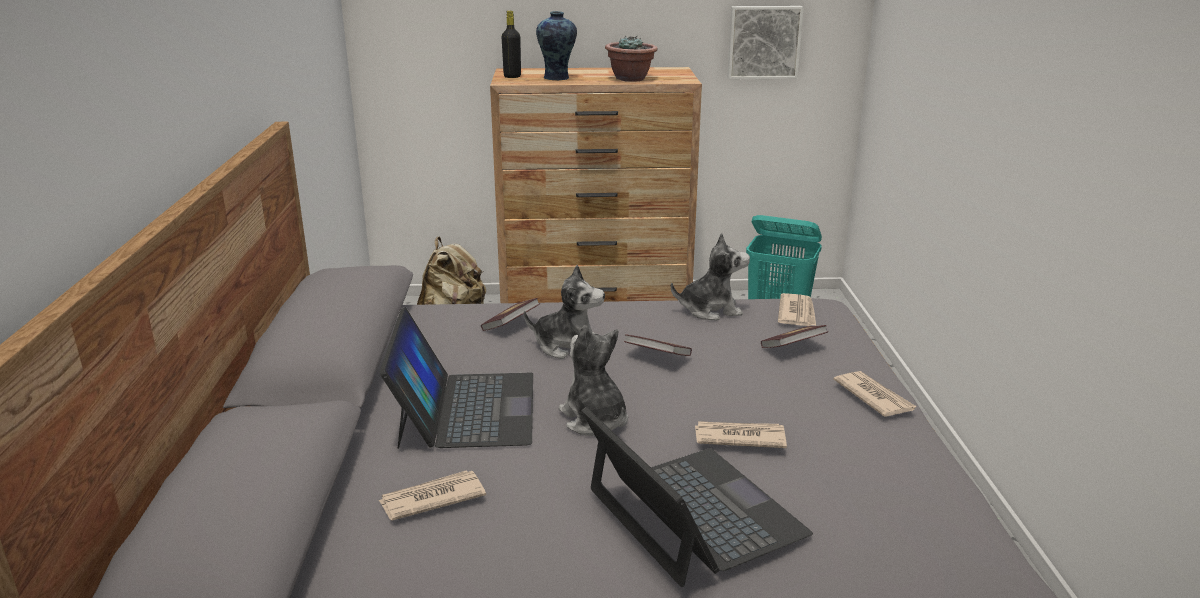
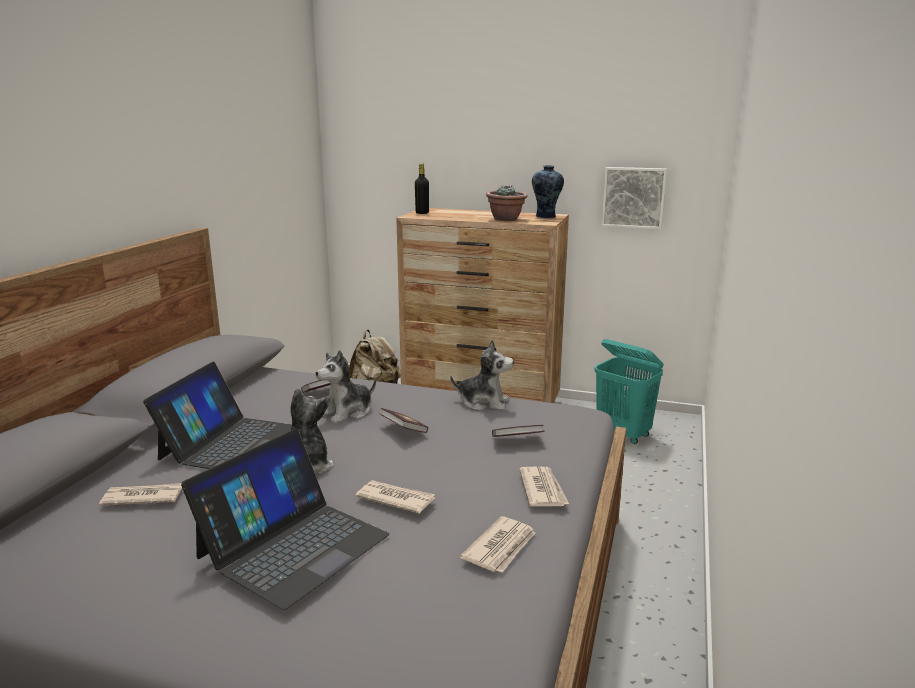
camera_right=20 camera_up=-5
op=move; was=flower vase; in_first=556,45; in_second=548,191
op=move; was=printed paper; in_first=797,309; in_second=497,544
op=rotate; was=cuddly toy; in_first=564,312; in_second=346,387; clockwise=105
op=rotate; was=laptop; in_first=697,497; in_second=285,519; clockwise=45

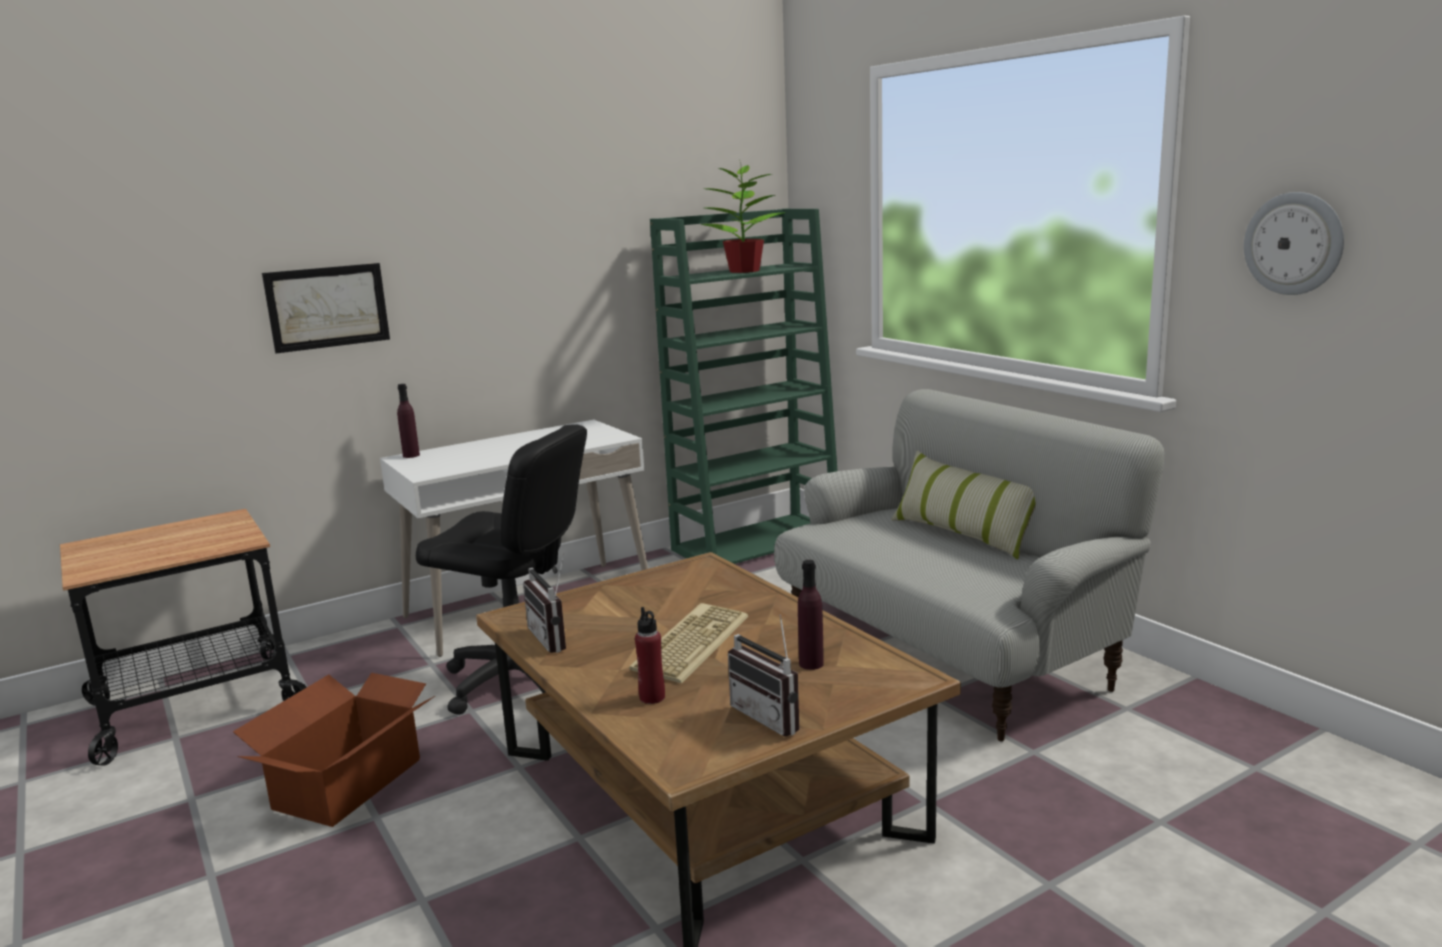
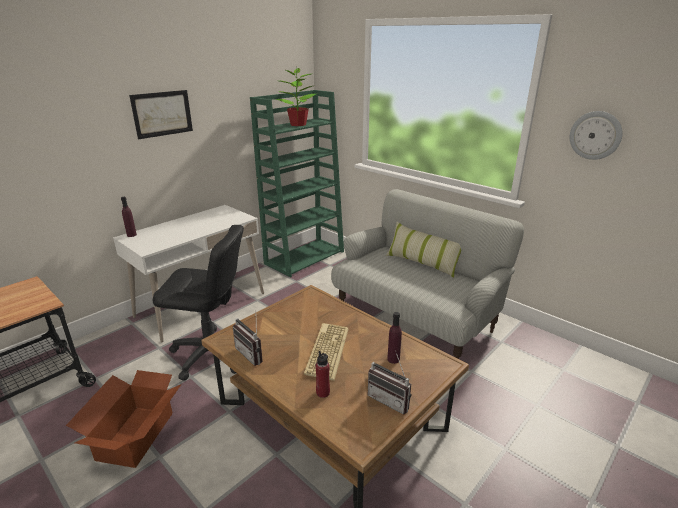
camera_right=-15 camera_up=10
op=move; was=wall picture; in_first=326,308; in_second=161,114

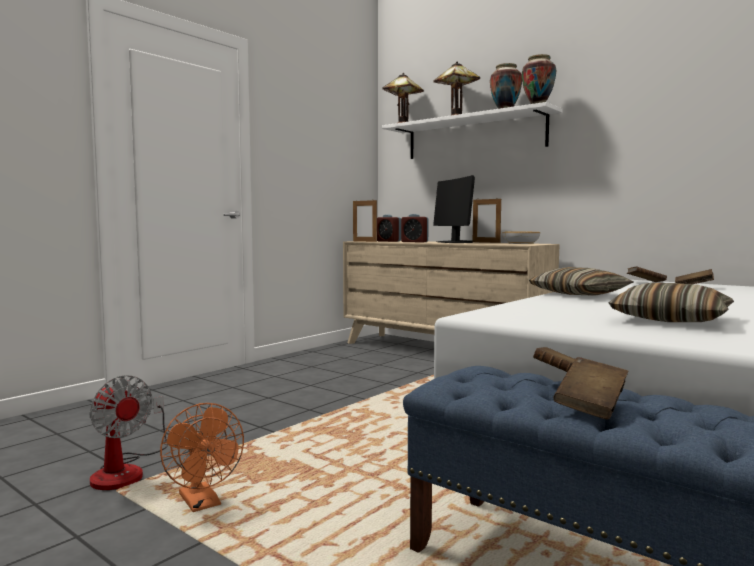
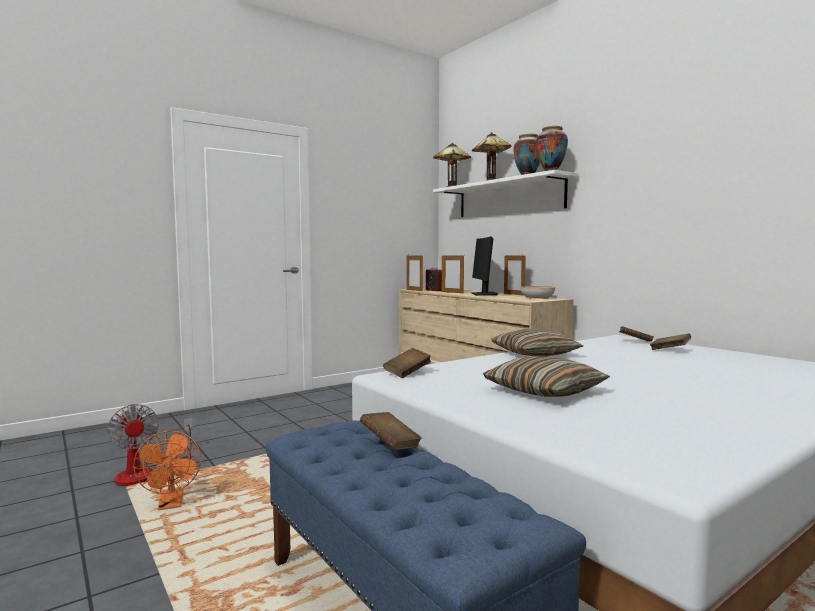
camera_right=15 camera_up=0
op=move; was=volume (brown); in_first=591,388; in_second=407,363
op=replace; was=bedside clock; now=standing frame; in_first=415,228; in_second=453,274

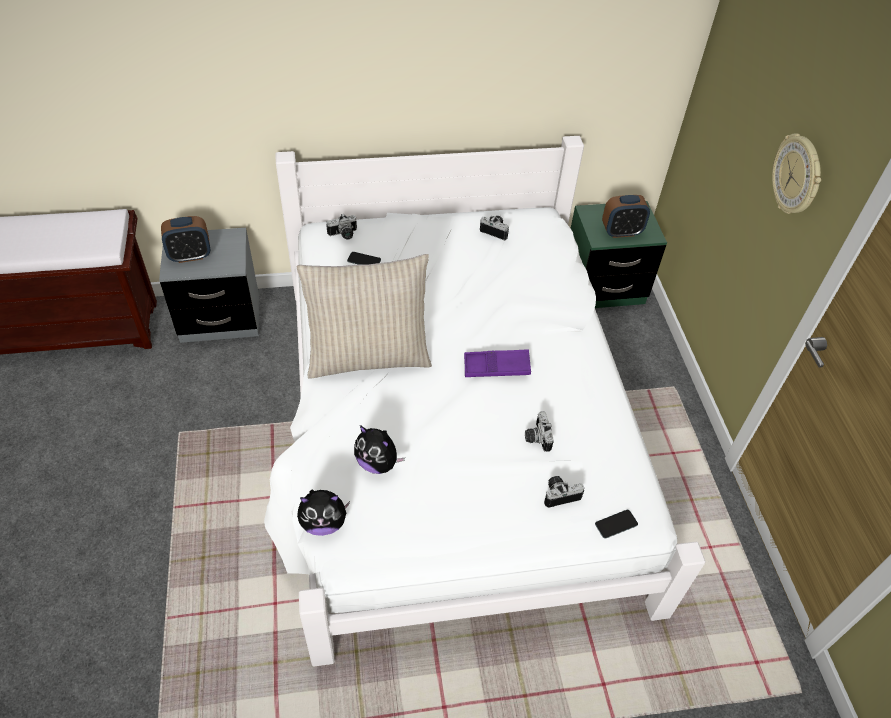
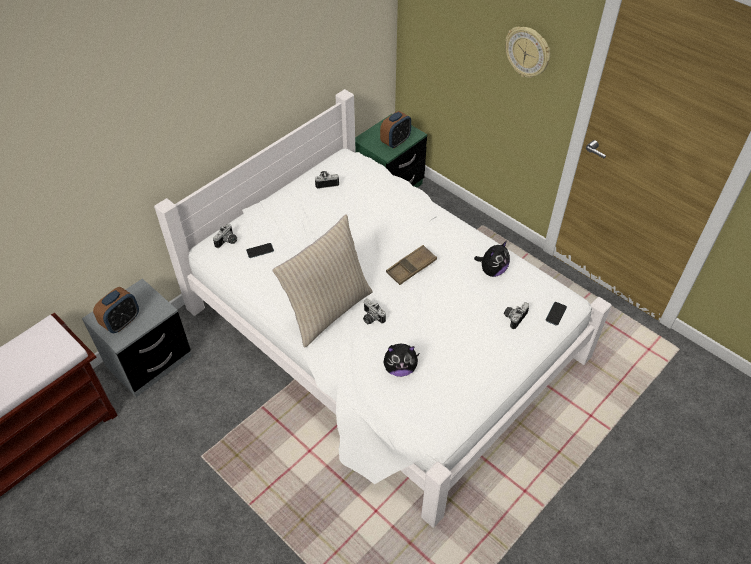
camera_right=-35 camera_up=0
op=move; was=cuddly toy; in_first=323,512; in_second=492,259
op=move; was=still camera; in_first=539,431; in_second=374,311
op=recolor; was=tray (purple-coloured); now=tray (brown); in_first=497,363; in_second=411,265

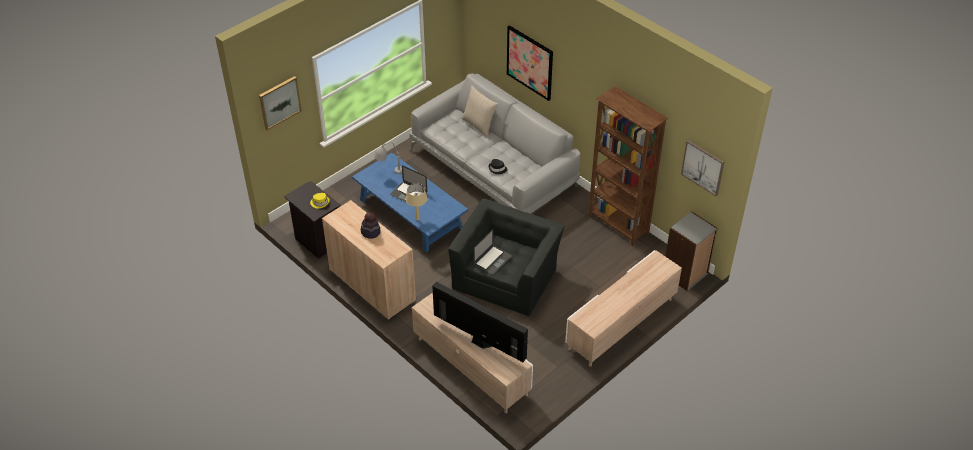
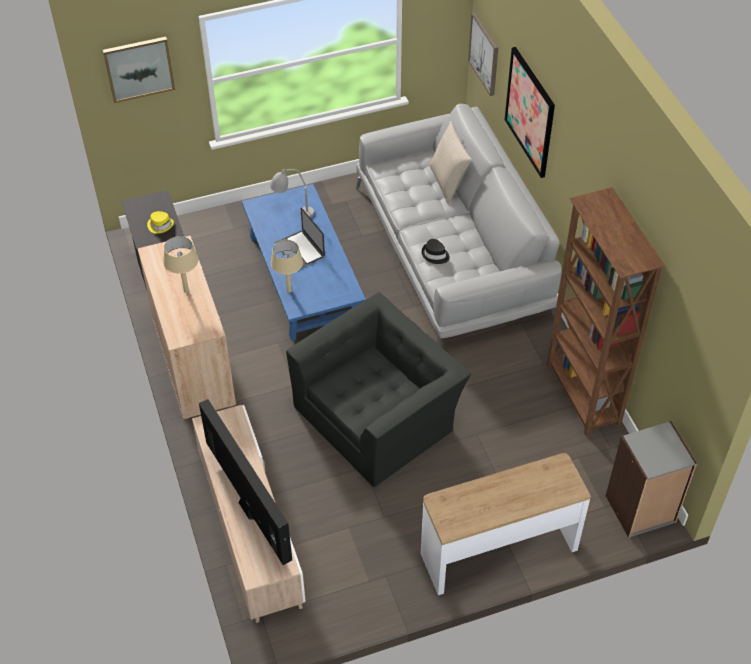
camera_right=25 camera_up=5
op=delete; was=laptop; in_first=492,252
op=move; was=wall picture; in_first=702,168; in_second=483,54
op=replace; was=clothing hat; now=table lamp (beige); in_first=371,225; in_second=180,264
op=replace; was=media console (beige); now=narrow table; in_first=623,308; in_second=506,524

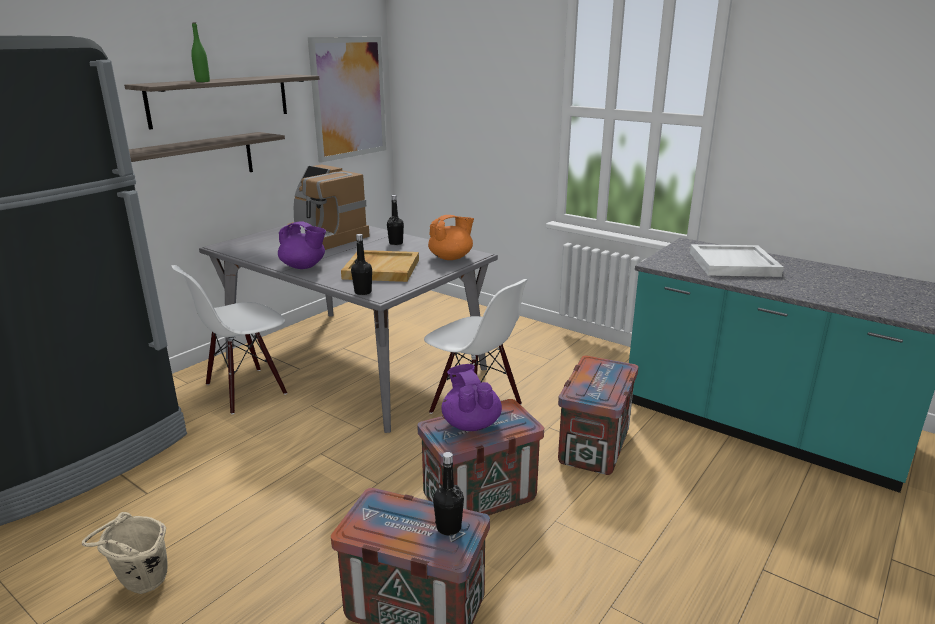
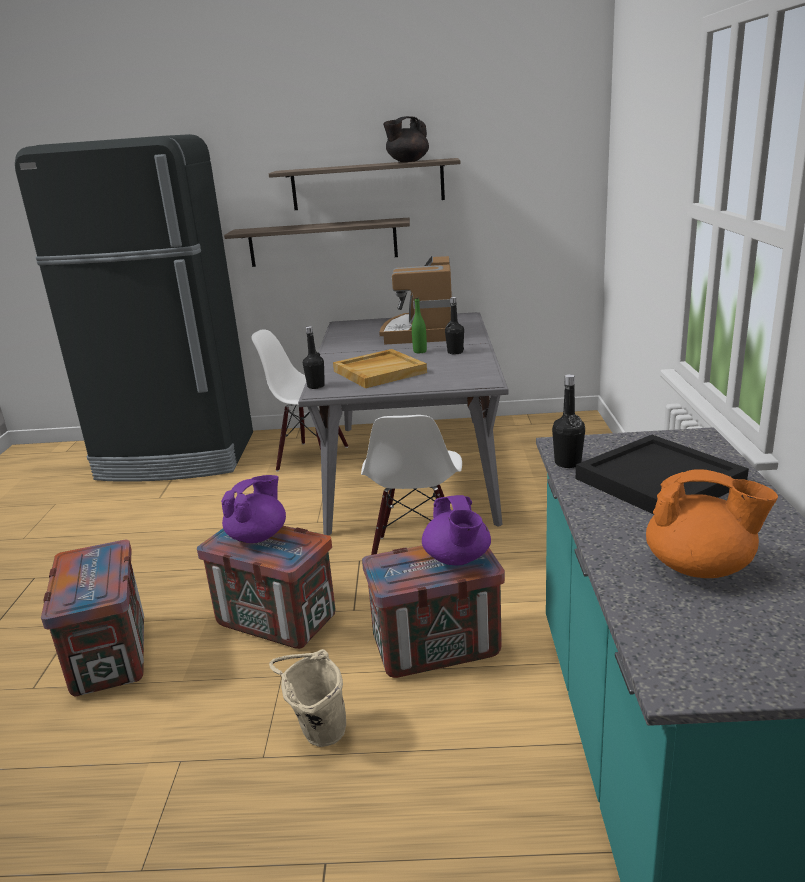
camera_right=55 camera_up=0
op=delete; was=wall picture; in_first=347,99
op=insert; now=tea pot (black); in_second=406,139
op=move; was=pail (beige); in_first=125,553; in_second=307,698
op=move; was=bottle (green-coloured); in_first=200,52; in_second=419,325
op=move; was=tea pot (purple-coloured); in_first=302,245; in_second=456,530
op=move; was=tea pot (orangey); in_first=451,237; in_second=712,523
op=move; was=bottle (black); in_first=448,494; in_second=568,421
op=recolor; was=tray (white); now=tray (black); in_first=737,260; in_second=662,474

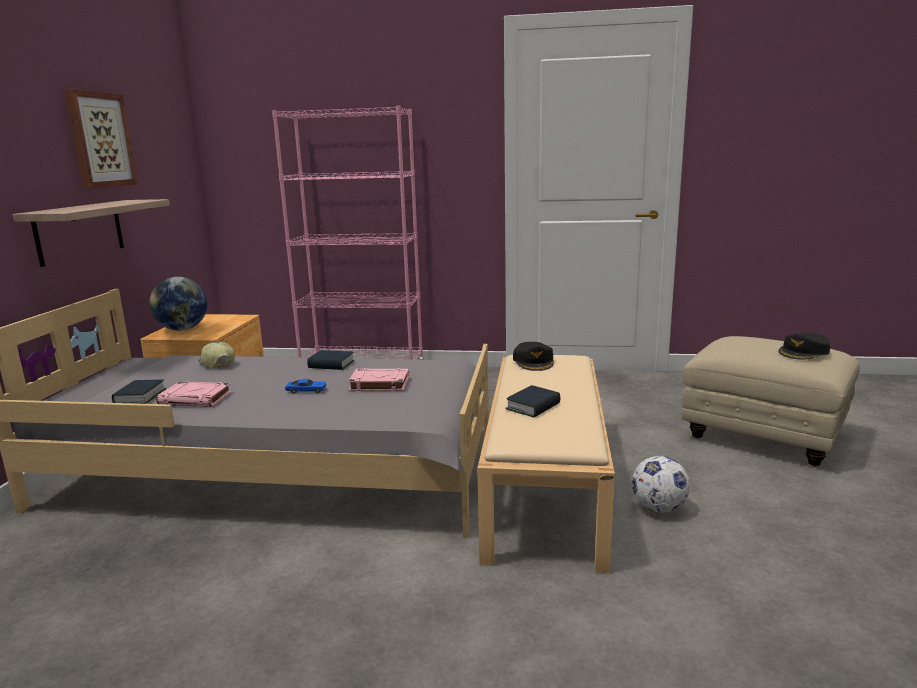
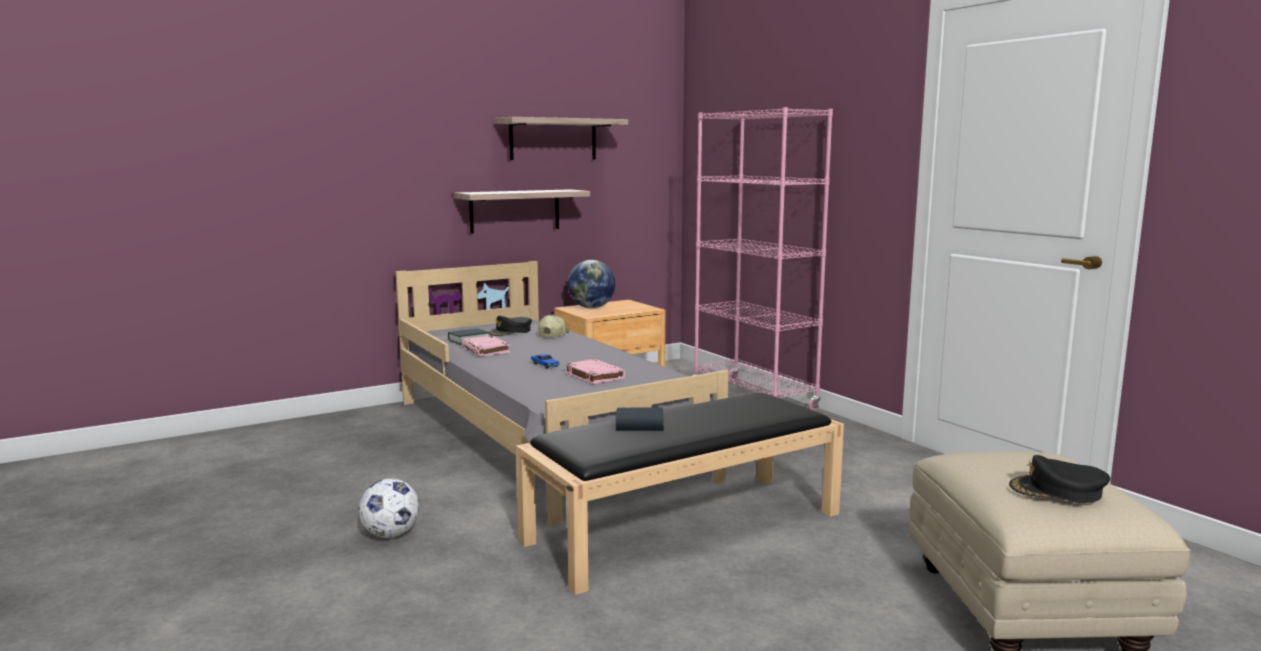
camera_right=50 camera_up=-5
op=delete; was=volume; in_first=330,360
op=move; was=cap (black); in_first=533,356; in_second=510,326
op=move; was=ball for football; in_first=661,484; in_second=389,508
op=replace; was=wall picture; now=bracket shelf; in_first=101,139; in_second=561,138
op=recolor; was=long seat (beige); now=long seat (black); in_first=546,464; in_second=680,494

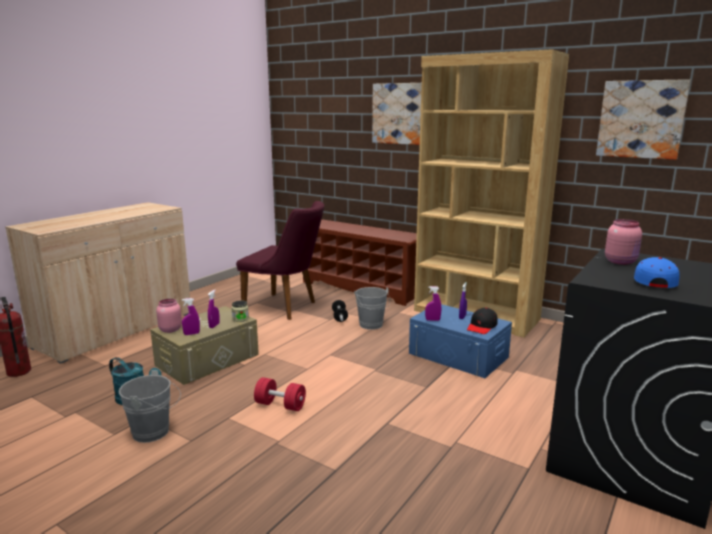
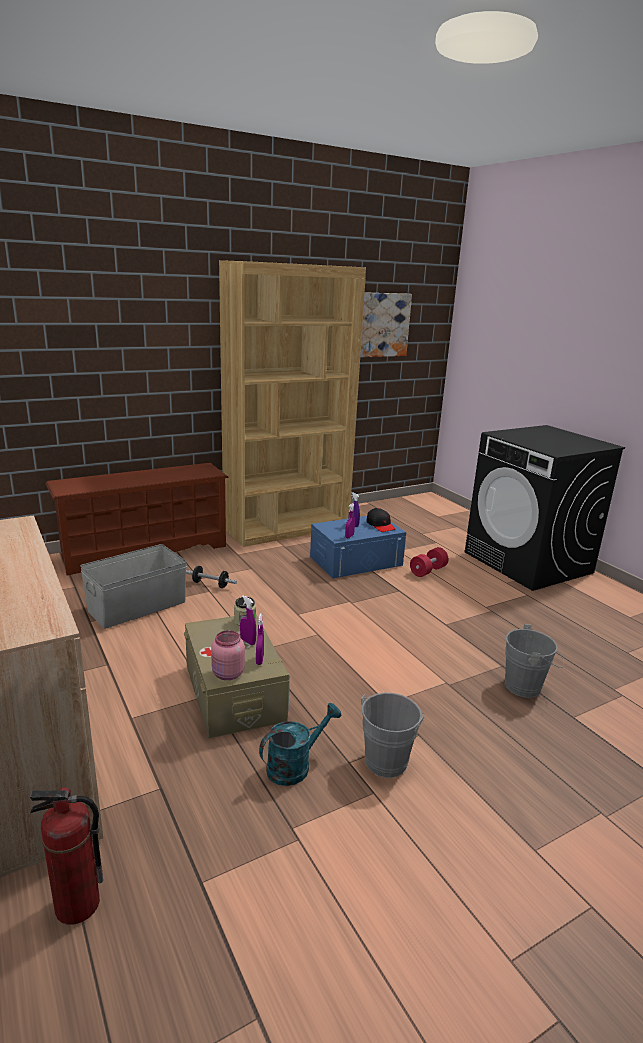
camera_right=-65 camera_up=5
op=delete; was=wall picture; in_first=397,114
op=delete; was=storage jar (pink); in_first=623,242
op=delete; was=cap (blue-coloured); in_first=657,272
op=move; was=hand weight (reddish); in_first=280,394; in_second=429,562
op=move; was=pail (grey); in_first=372,308; in_second=534,661
op=replace; was=upright chair (purple-coloured); now=storage container (grey); in_first=280,260; in_second=133,586

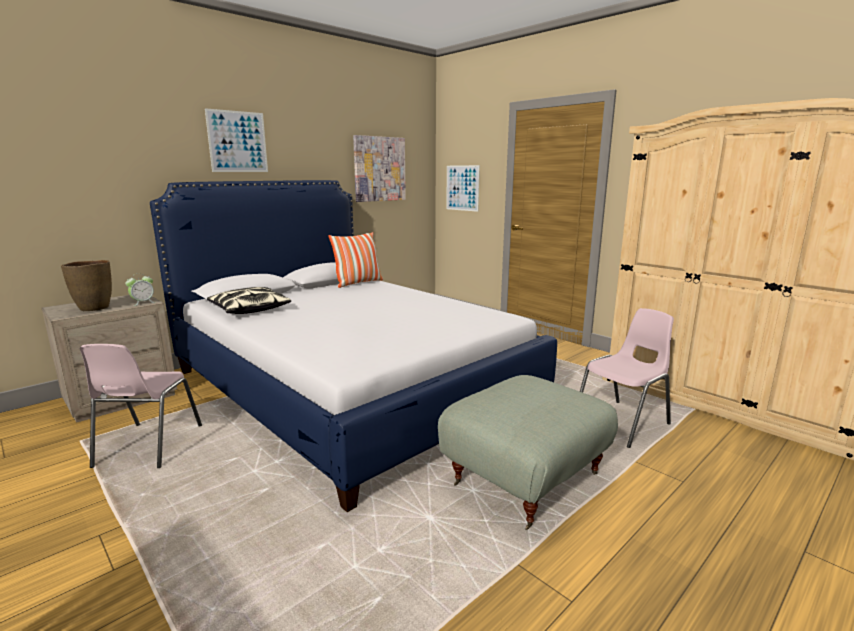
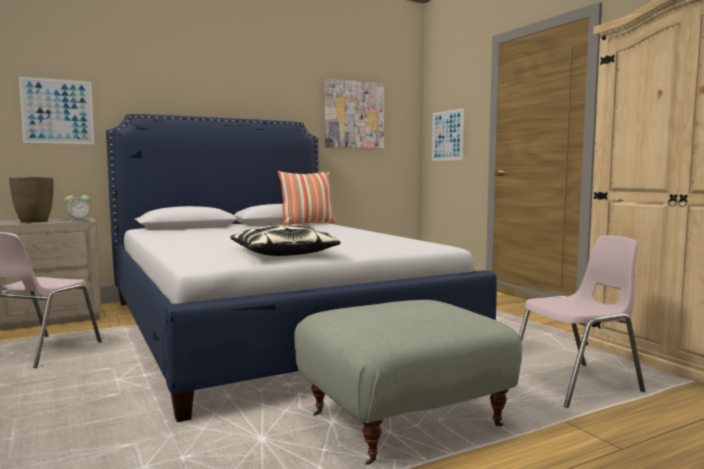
camera_right=15 camera_up=-10
op=move; was=wall picture; in_first=236,140; in_second=56,110
op=move; was=throw pillow; in_first=249,300; in_second=285,240

